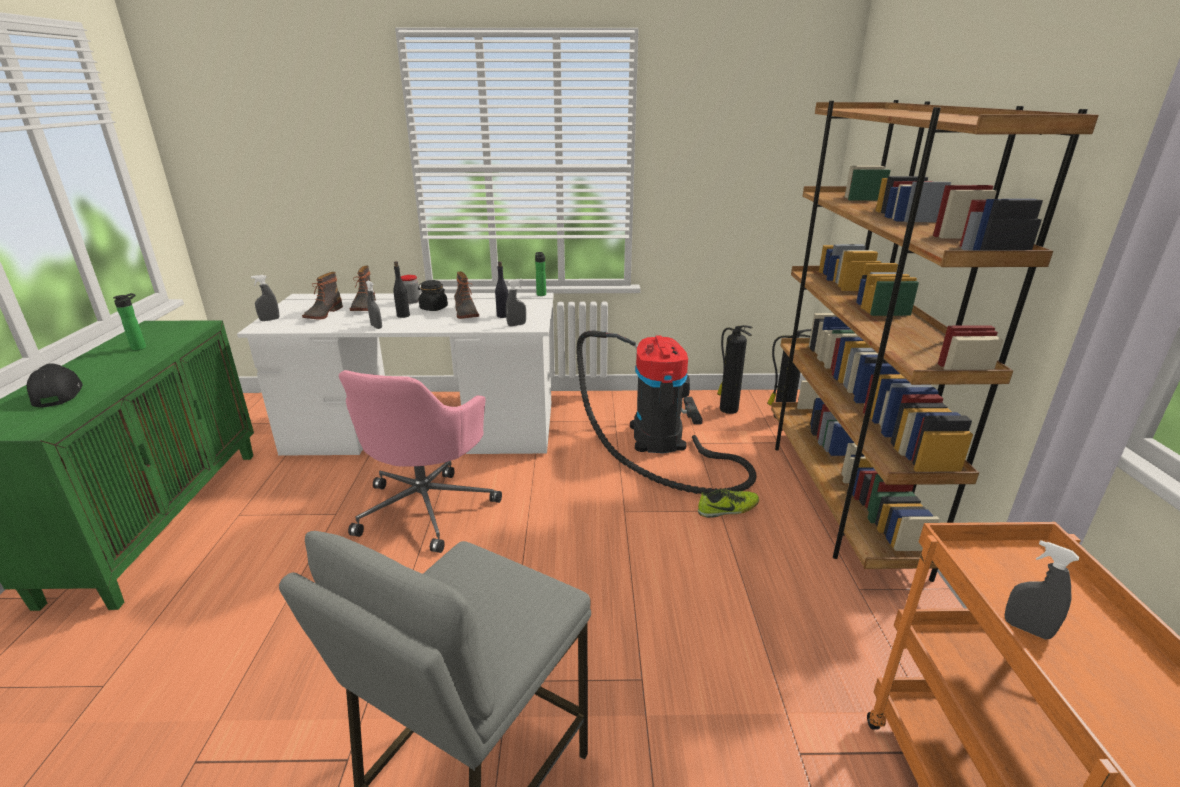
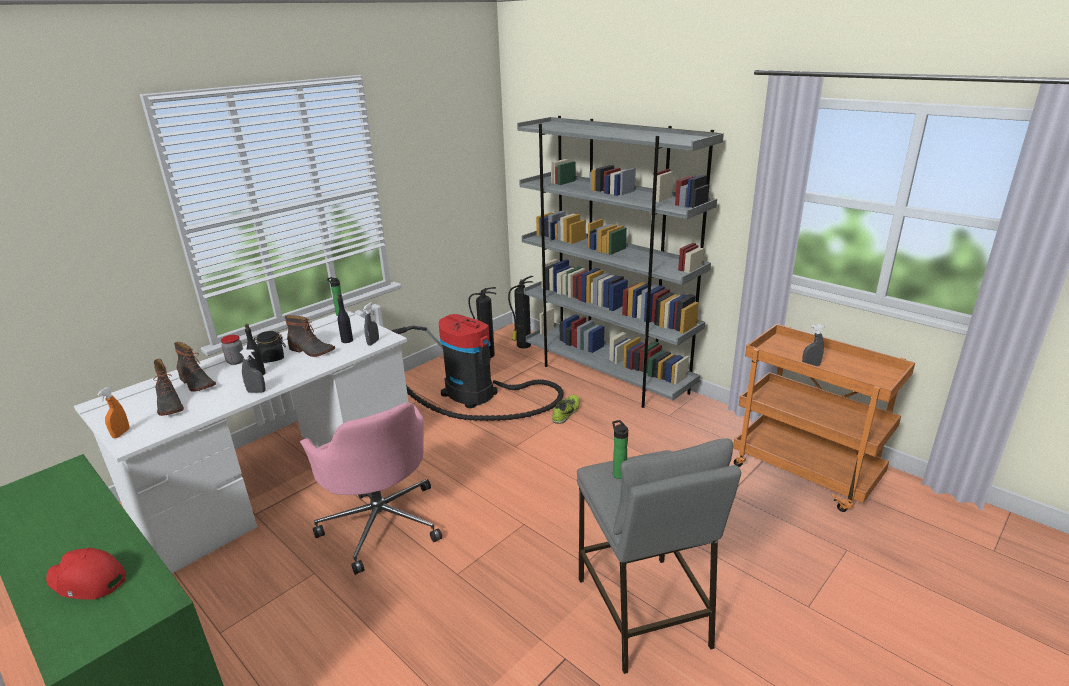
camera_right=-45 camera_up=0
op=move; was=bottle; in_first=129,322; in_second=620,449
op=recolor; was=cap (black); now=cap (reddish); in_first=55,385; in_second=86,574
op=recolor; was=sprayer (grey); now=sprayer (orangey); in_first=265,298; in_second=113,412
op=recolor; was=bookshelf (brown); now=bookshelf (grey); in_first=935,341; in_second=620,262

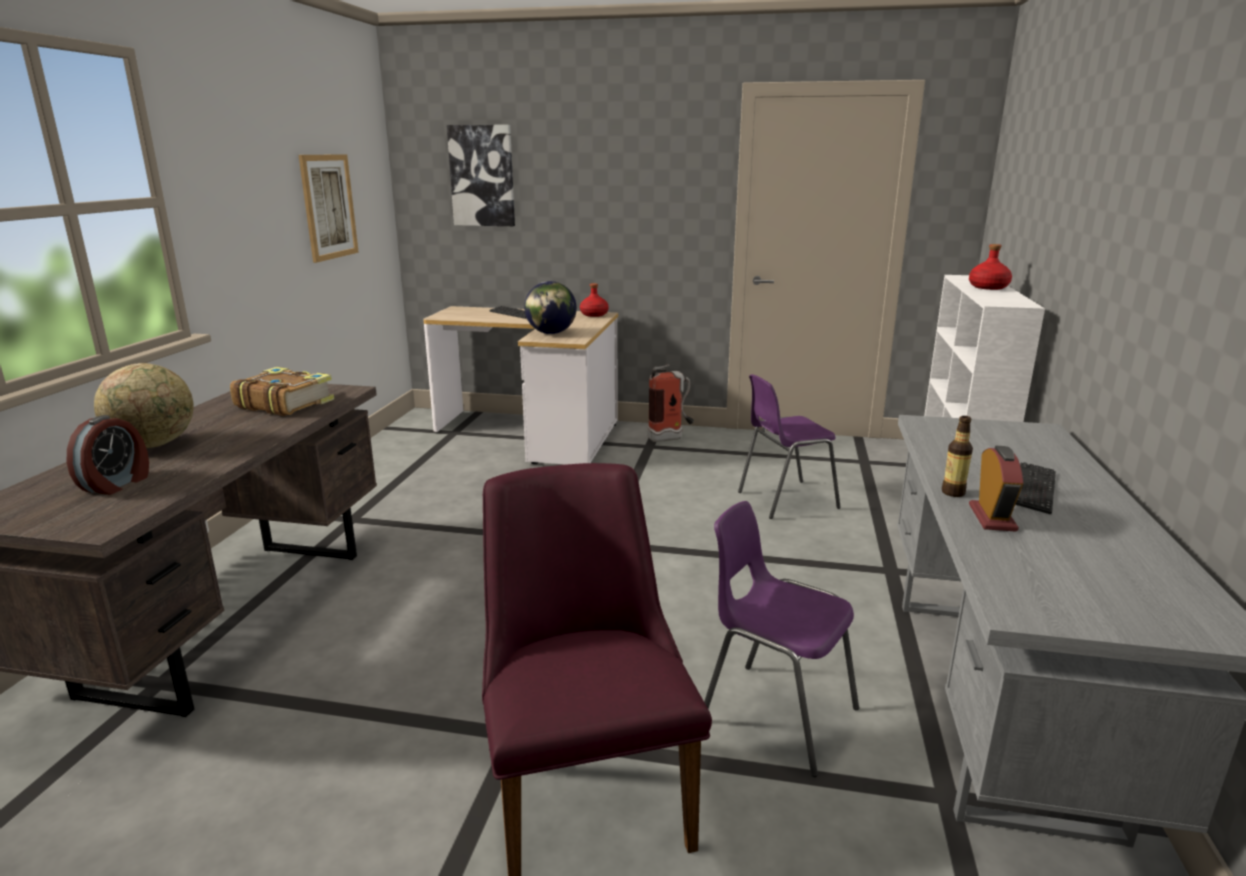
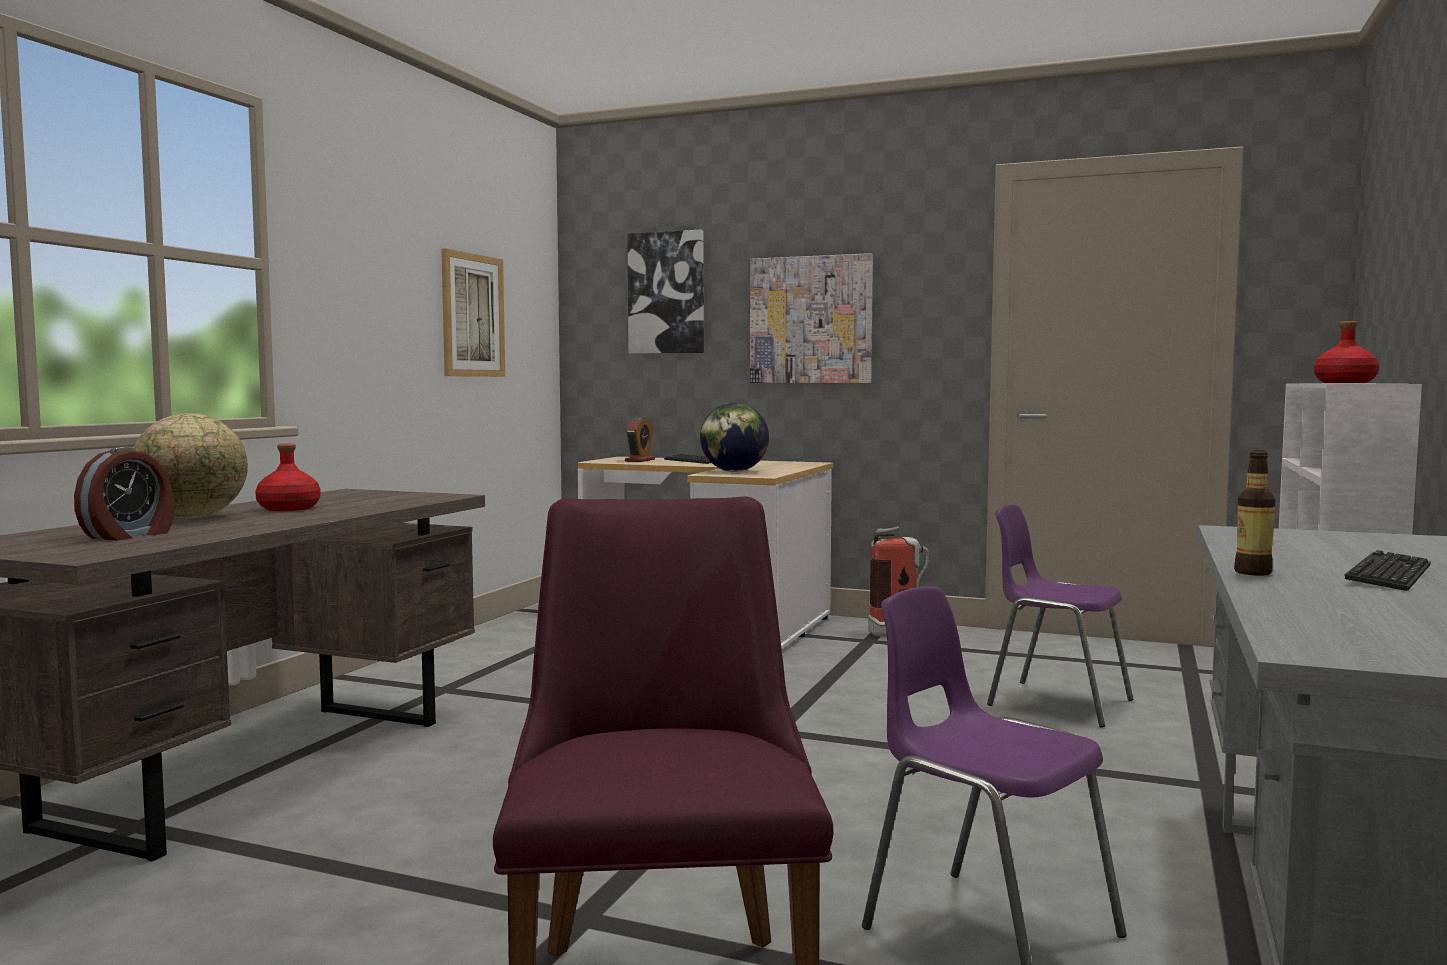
camera_right=10 camera_up=-15
op=delete; was=volume; in_first=282,391
op=insert; now=wall picture; in_second=811,318
op=move; was=bottle (reddish); in_first=594,300; in_second=287,477
op=move; was=bedside clock; in_first=996,489; in_second=640,439
op=rotate; was=upright chair (purple-coloured); in_first=789,446; in_second=1060,615; clockwise=45

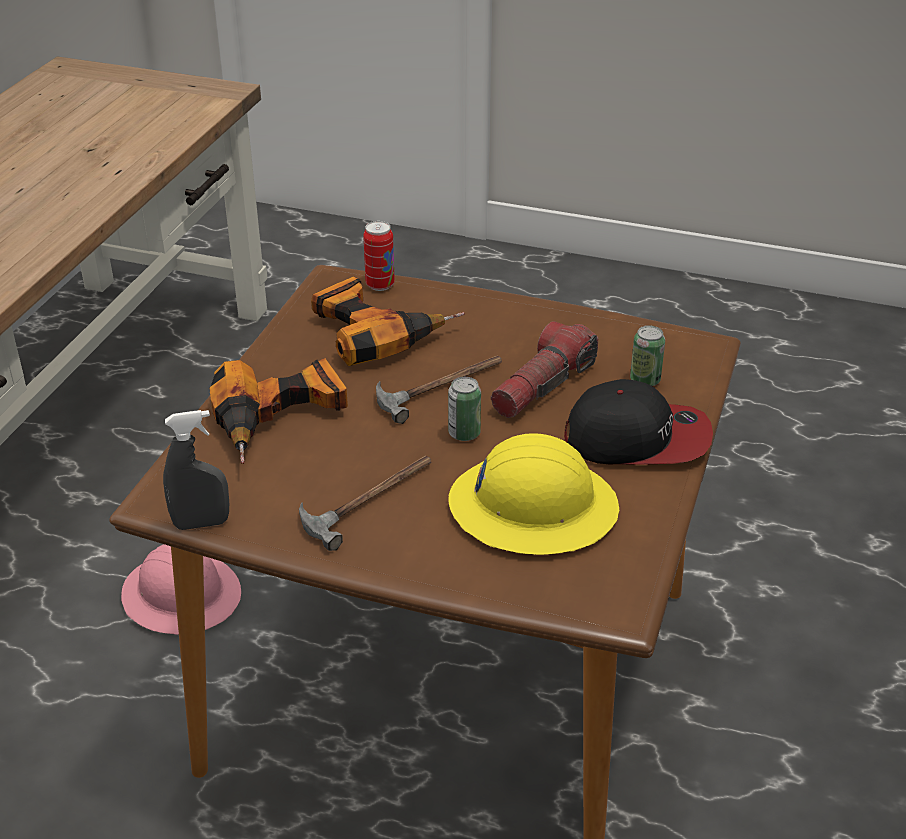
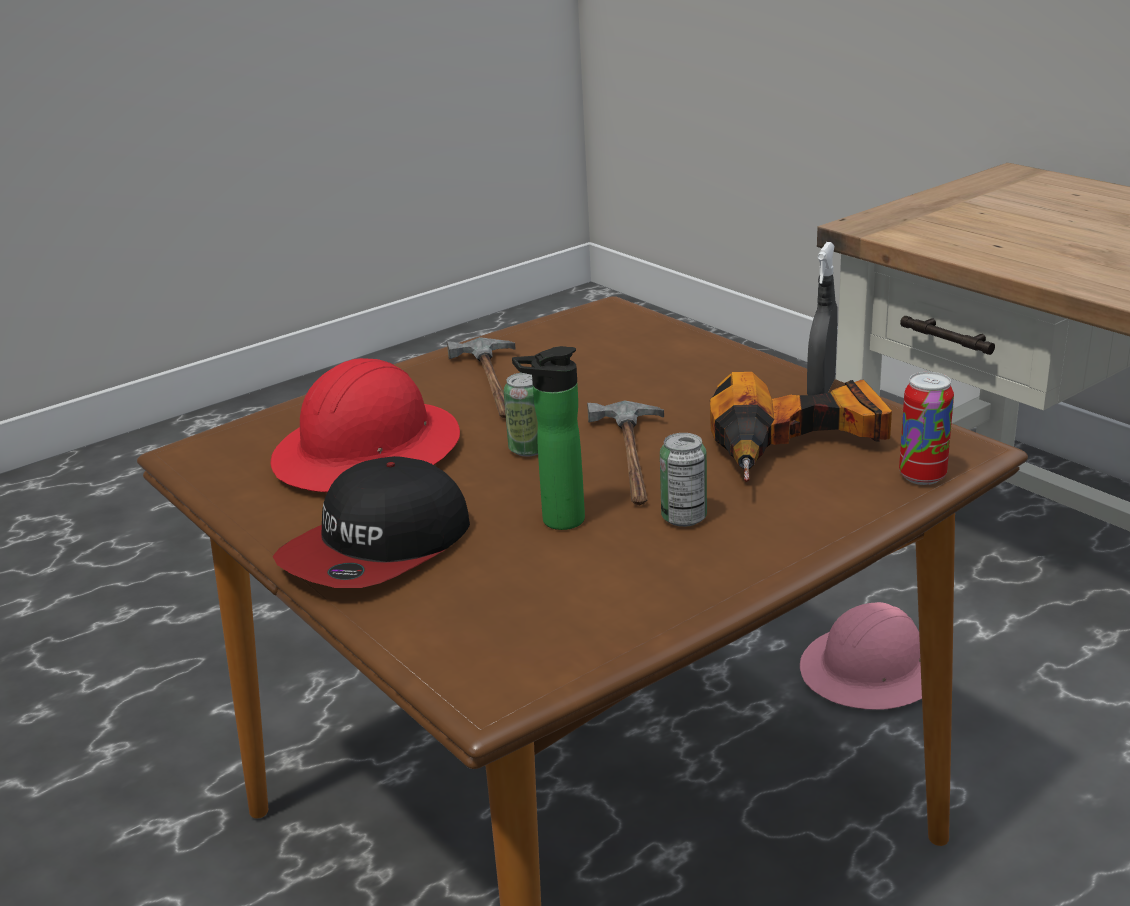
camera_right=125 camera_up=-10
op=delete; was=electric drill; in_first=278,411
op=move; was=sprayer (grey); in_first=196,470; in_second=822,318
op=move; was=can; in_first=647,355; in_second=683,480
op=replace; was=torch; now=bottle; in_first=544,369; in_second=548,438
op=recolor; was=work helmet (yellow); now=work helmet (reddish); in_first=533,494; in_second=365,425

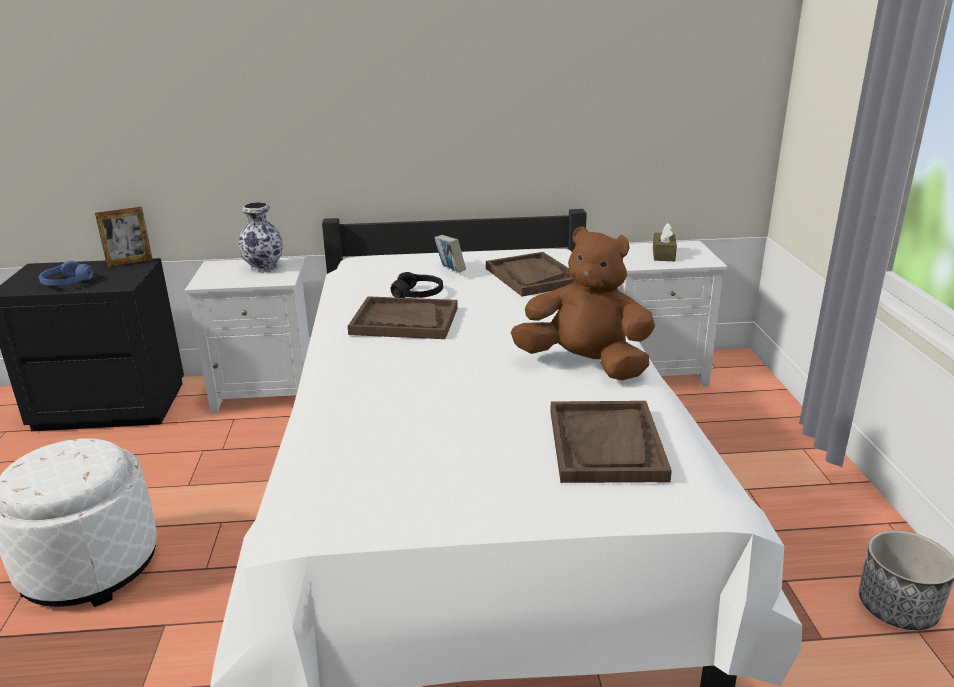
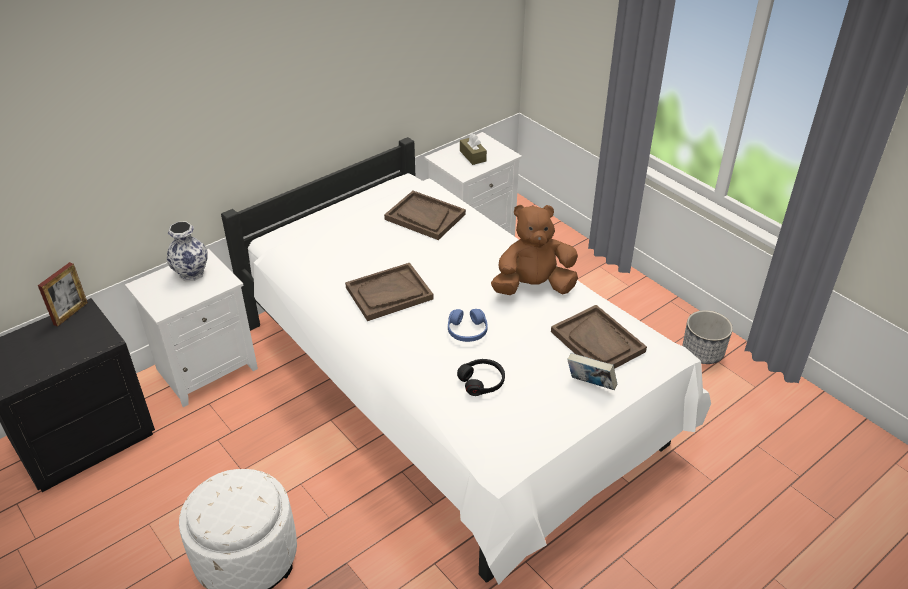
camera_right=-35 camera_up=15
op=move; was=headphones (blue-coloured); in_first=66,273; in_second=468,325
op=move; was=headphones (black); in_first=417,285; in_second=481,377
op=move; was=volume; in_first=450,254; in_second=592,371

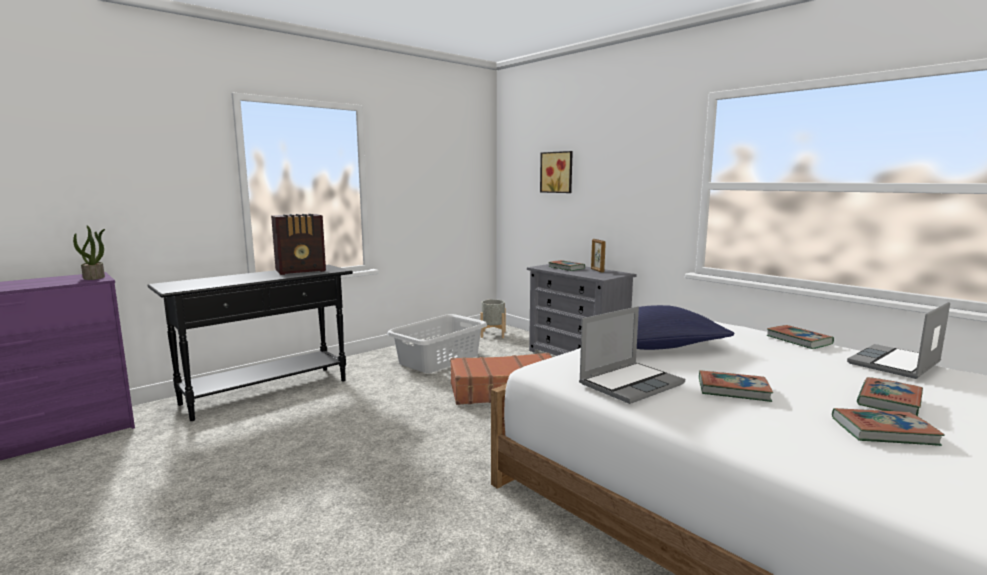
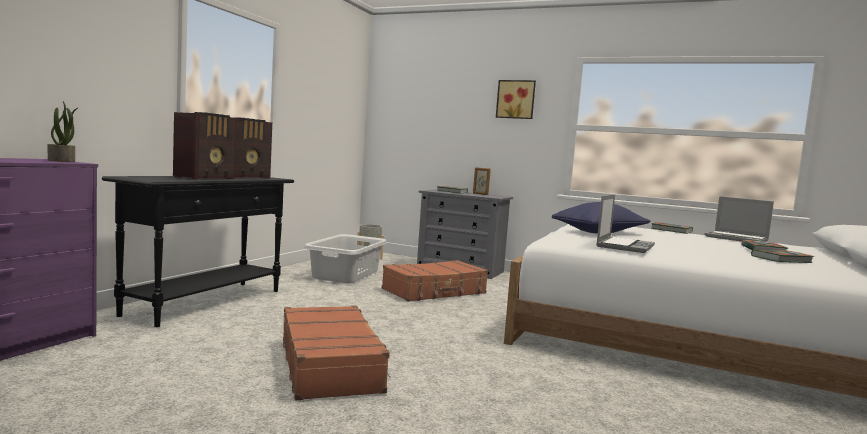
camera_right=-25 camera_up=-5
op=delete; was=volume; in_first=736,386
op=insert; now=radio receiver; in_second=205,145
op=insert; now=suitcase (brown); in_second=336,352
op=move; was=wall picture; in_first=556,172; in_second=516,99
op=rotate; was=laptop; in_first=898,340; in_second=739,219; clockwise=-75

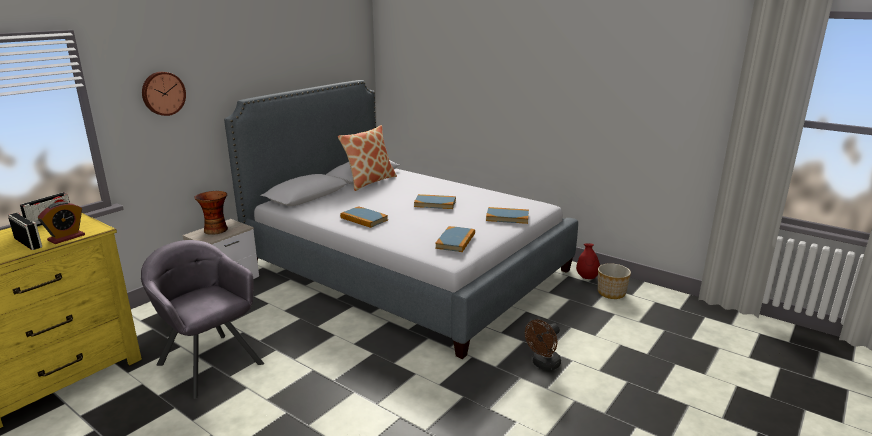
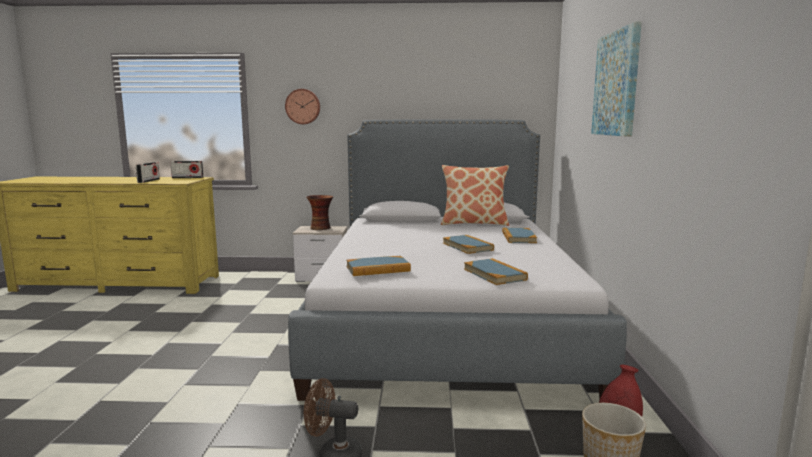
camera_right=55 camera_up=-10
op=delete; was=bedside clock; in_first=61,223
op=delete; was=easy chair (grey); in_first=202,319
op=insert; now=wall picture; in_second=616,79
op=move; was=volume; in_first=364,217; in_second=519,235

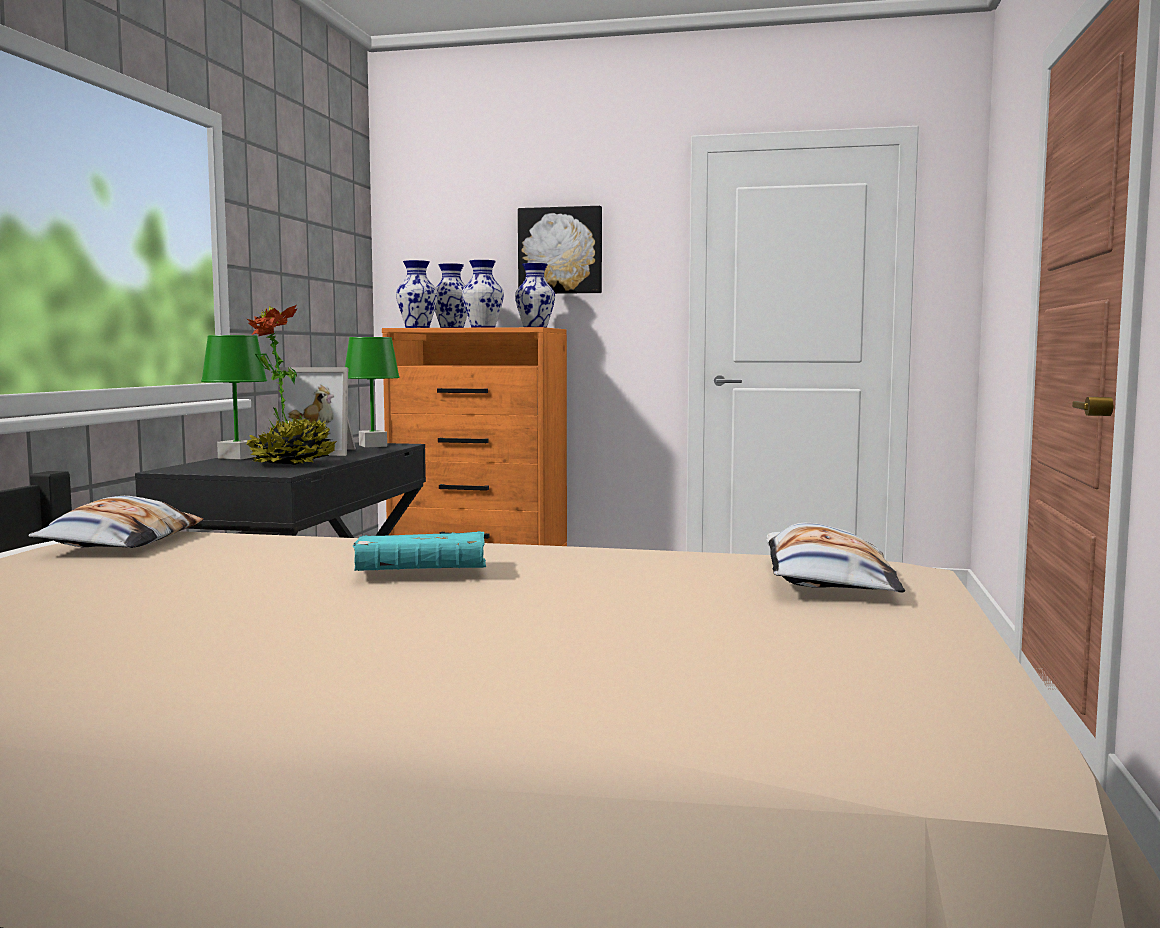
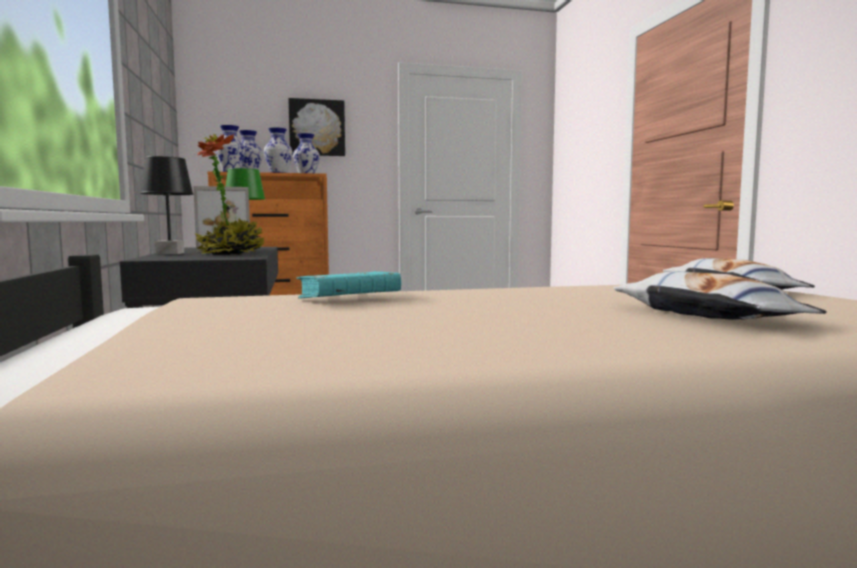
camera_right=-25 camera_up=0
op=move; was=throw pillow; in_first=115,522; in_second=720,295
op=move; was=volume (blue-green); in_first=419,551; in_second=348,284
op=recolor; was=table lamp (green-coloured); now=table lamp (black); in_first=234,397; in_second=166,205

